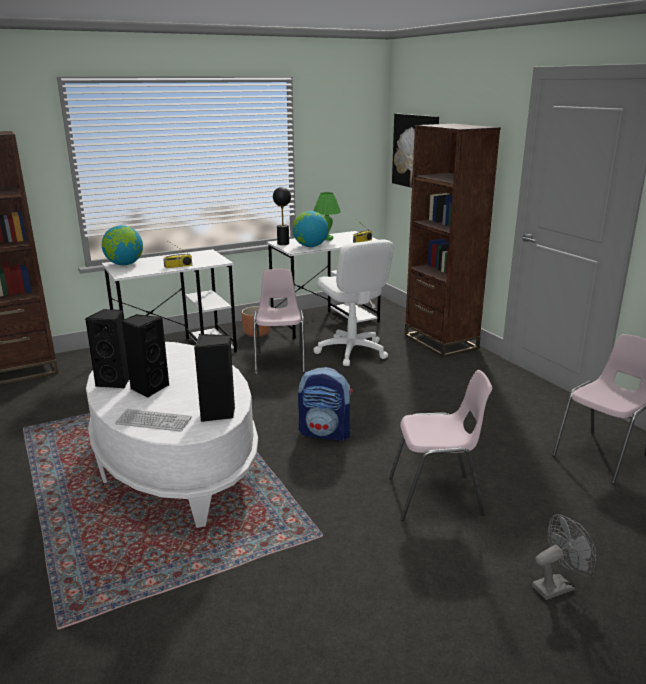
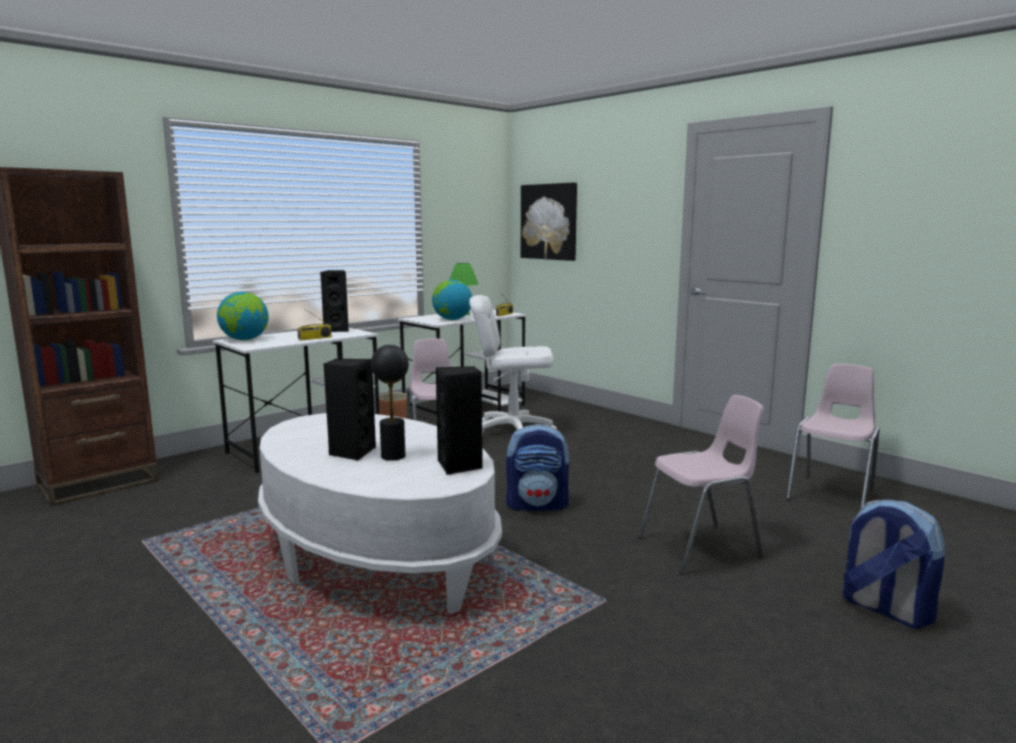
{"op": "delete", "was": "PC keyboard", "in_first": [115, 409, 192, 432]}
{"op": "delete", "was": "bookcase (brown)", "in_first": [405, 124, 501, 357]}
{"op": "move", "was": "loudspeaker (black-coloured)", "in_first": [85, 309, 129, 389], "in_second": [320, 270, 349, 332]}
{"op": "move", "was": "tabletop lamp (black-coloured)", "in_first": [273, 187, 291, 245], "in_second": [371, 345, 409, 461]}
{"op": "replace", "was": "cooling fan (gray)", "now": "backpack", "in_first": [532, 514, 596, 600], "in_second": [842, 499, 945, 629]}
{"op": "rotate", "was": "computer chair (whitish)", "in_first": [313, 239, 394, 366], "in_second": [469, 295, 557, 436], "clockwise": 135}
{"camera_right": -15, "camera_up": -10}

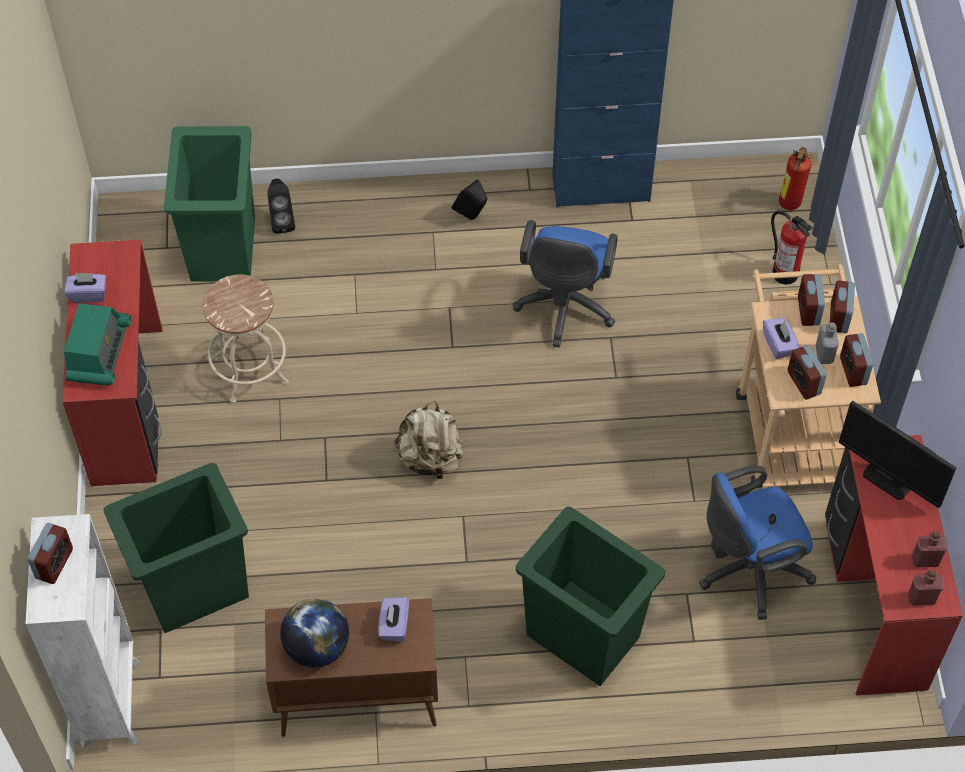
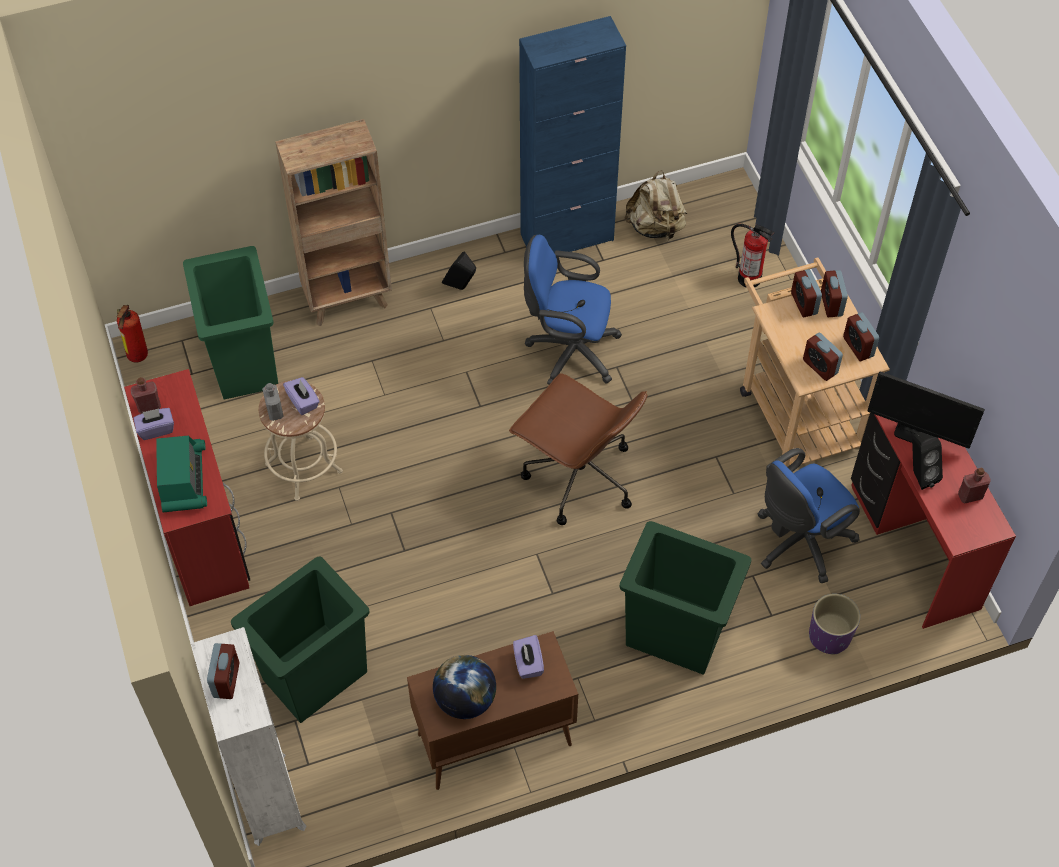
{"op": "insert", "now": "bookcase (brown)", "in_second": [275, 119, 392, 326]}
{"op": "insert", "now": "computer chair (brown)", "in_second": [509, 373, 648, 525]}
{"op": "insert", "now": "planter (purplish)", "in_second": [809, 594, 860, 654]}
{"op": "move", "was": "loudspeaker (black-coloured)", "in_first": [267, 179, 295, 234], "in_second": [912, 432, 943, 490]}
{"op": "move", "was": "backpack (beige)", "in_first": [395, 401, 464, 480], "in_second": [625, 170, 687, 240]}
{"op": "move", "was": "tissue holder (purplish)", "in_first": [763, 318, 800, 359], "in_second": [283, 377, 319, 415]}
{"op": "move", "was": "fire-fighting cylinder", "in_first": [779, 147, 813, 210], "in_second": [117, 305, 148, 362]}
{"op": "move", "was": "beverage bottle (gray)", "in_first": [816, 322, 839, 364], "in_second": [262, 383, 284, 421]}
{"op": "move", "was": "beverage bottle (red-coloured)", "in_first": [908, 569, 944, 606], "in_second": [131, 377, 161, 414]}
{"op": "rotate", "was": "computer chair (blue)", "in_first": [513, 220, 618, 347], "in_second": [524, 235, 622, 385], "clockwise": 105}
{"camera_right": -15, "camera_up": 0}

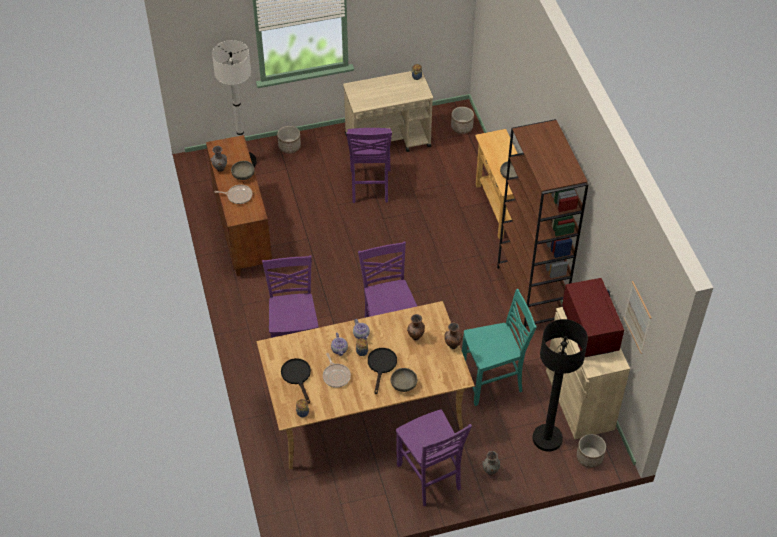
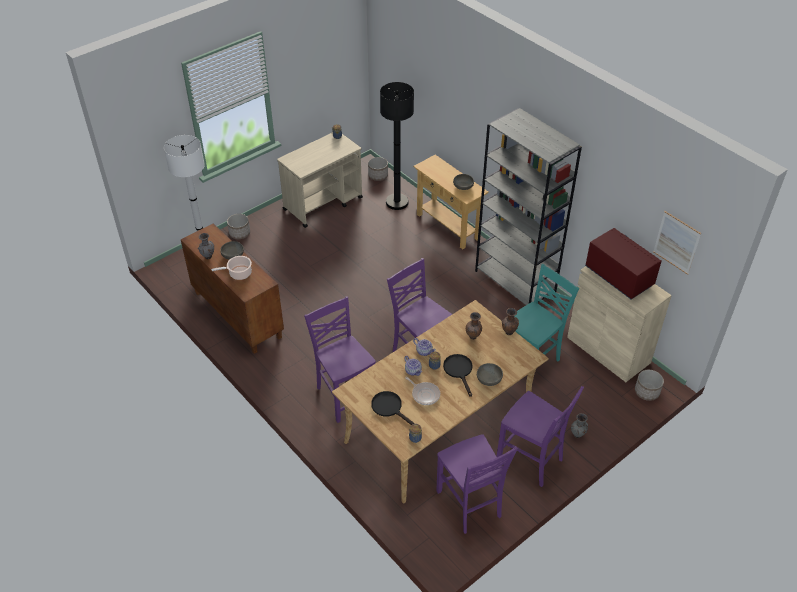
{"op": "move", "was": "chair (purplish)", "in_first": [346, 128, 392, 203], "in_second": [436, 434, 518, 534]}
{"op": "move", "was": "standing lamp (black-coloured)", "in_first": [532, 319, 588, 452], "in_second": [380, 82, 414, 210]}
{"op": "replace", "was": "skillet", "now": "cooking pot", "in_first": [215, 185, 252, 204], "in_second": [211, 256, 252, 280]}
{"op": "recolor", "was": "bookcase (brown)", "now": "bookcase (gray)", "in_first": [497, 119, 589, 328], "in_second": [475, 108, 582, 305]}
{"camera_right": -25, "camera_up": -5}

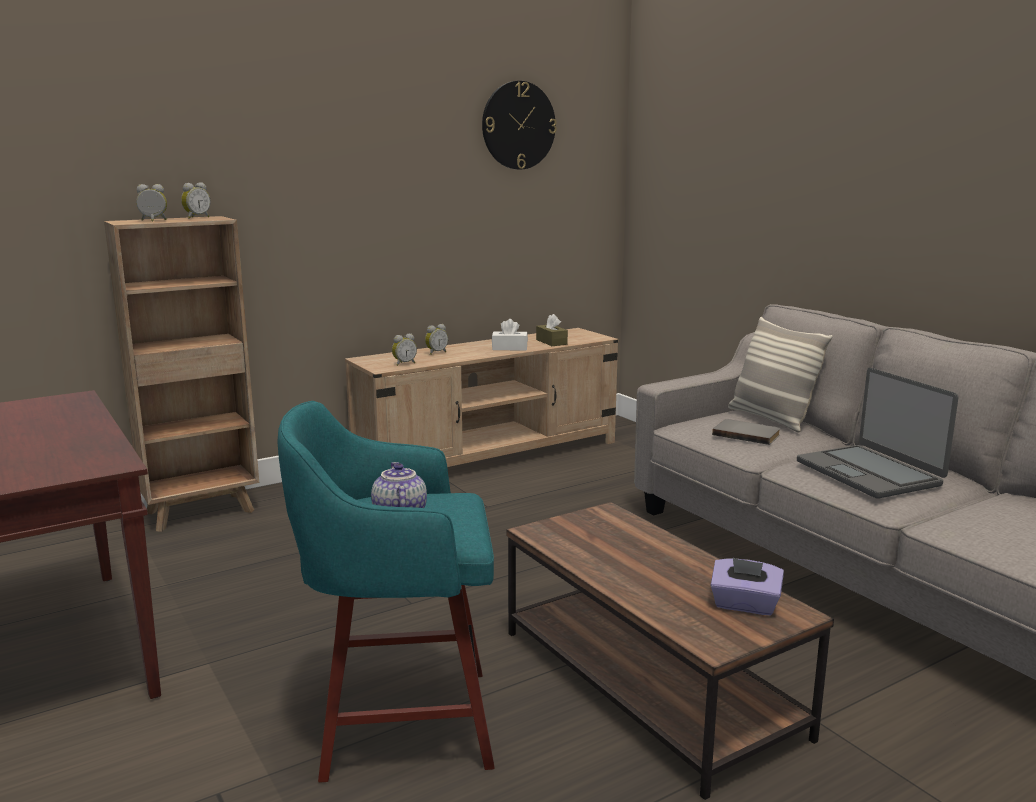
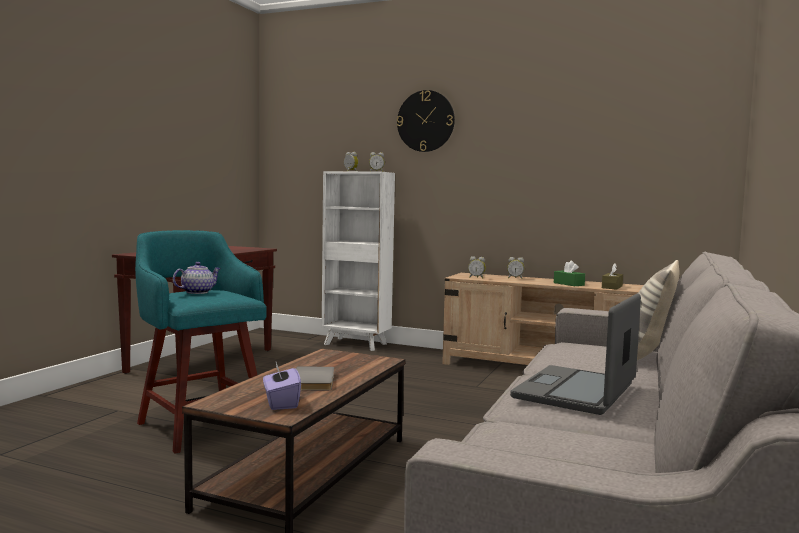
{"op": "move", "was": "hanging clock", "in_first": [482, 81, 557, 170], "in_second": [397, 90, 455, 152]}
{"op": "move", "was": "volume (gray)", "in_first": [712, 419, 780, 445], "in_second": [296, 367, 334, 390]}
{"op": "recolor", "was": "bookcase (brown)", "now": "bookcase (whitish)", "in_first": [104, 216, 259, 532], "in_second": [322, 171, 395, 351]}
{"op": "recolor", "was": "tissue holder (whitish)", "now": "tissue holder (green)", "in_first": [492, 319, 528, 350], "in_second": [554, 261, 585, 286]}
{"camera_right": 55, "camera_up": -10}

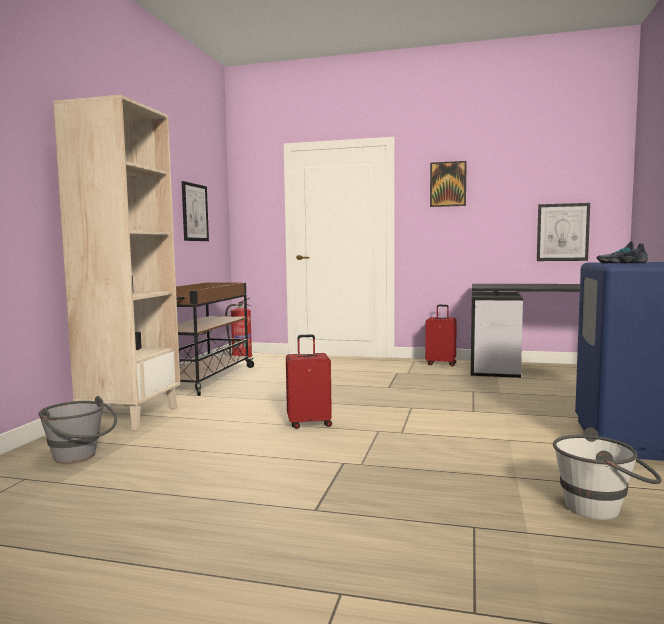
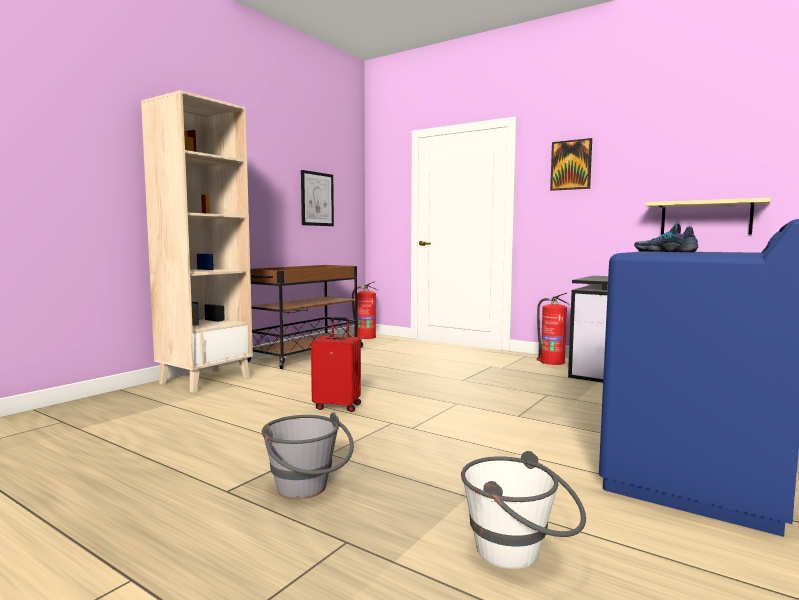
{"op": "move", "was": "bucket (gray)", "in_first": [38, 396, 117, 464], "in_second": [262, 413, 354, 499]}
{"op": "replace", "was": "piece of luggage (red-coloured)", "now": "fire-fighting cylinder", "in_first": [425, 305, 457, 367], "in_second": [537, 293, 570, 365]}
{"op": "replace", "was": "picture", "now": "bracket shelf (beige)", "in_first": [537, 203, 590, 261], "in_second": [645, 198, 771, 235]}
{"camera_right": 20, "camera_up": 0}

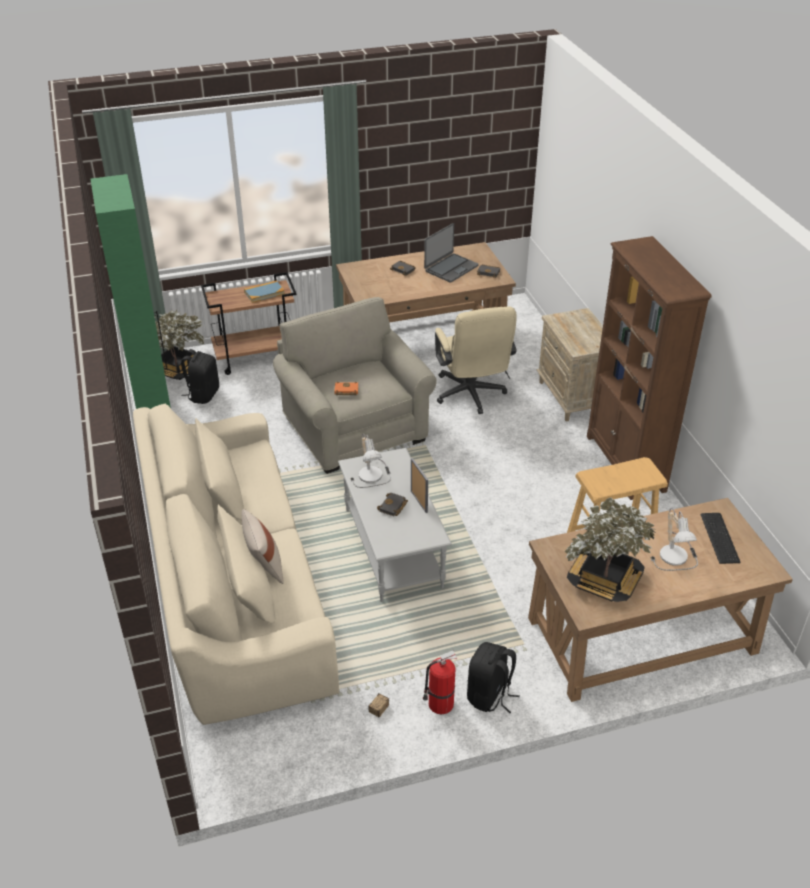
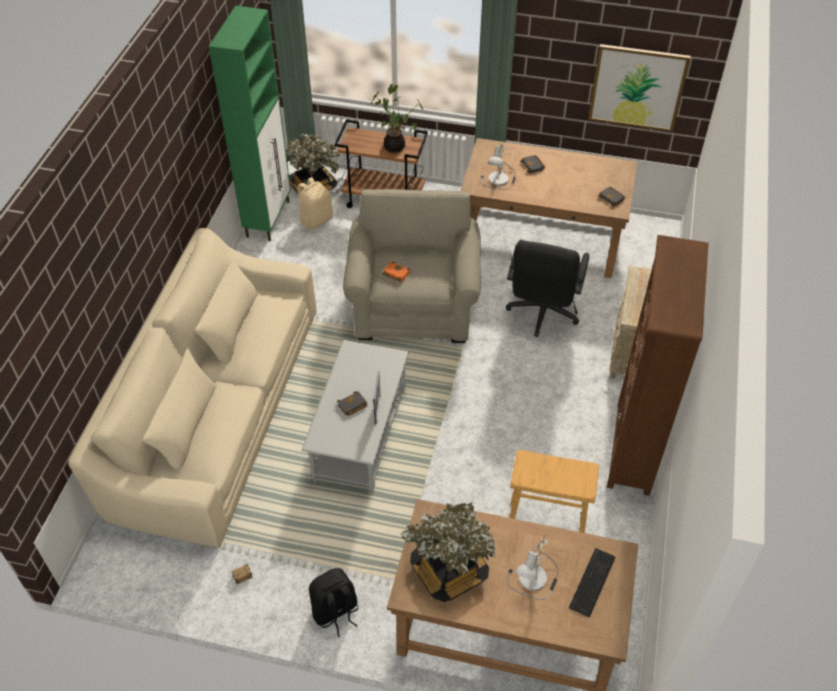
{"op": "delete", "was": "cushion (beige)", "in_first": [242, 509, 284, 584]}
{"op": "delete", "was": "fire-fighting cylinder", "in_first": [423, 651, 457, 715]}
{"op": "delete", "was": "portable computer", "in_first": [424, 223, 479, 283]}
{"op": "insert", "now": "picture", "in_second": [588, 44, 691, 132]}
{"op": "move", "was": "tabletop lamp", "in_first": [350, 434, 391, 488], "in_second": [481, 143, 516, 190]}
{"op": "replace", "was": "volume", "now": "potted plant", "in_first": [244, 280, 285, 303], "in_second": [371, 84, 423, 153]}
{"op": "recolor", "was": "backpack (black-coloured)", "now": "backpack (beige)", "in_first": [181, 349, 219, 404], "in_second": [297, 177, 333, 230]}
{"op": "recolor", "was": "computer chair (beige)", "now": "computer chair (black-coloured)", "in_first": [435, 306, 517, 414], "in_second": [506, 240, 589, 337]}
{"camera_right": 30, "camera_up": 10}

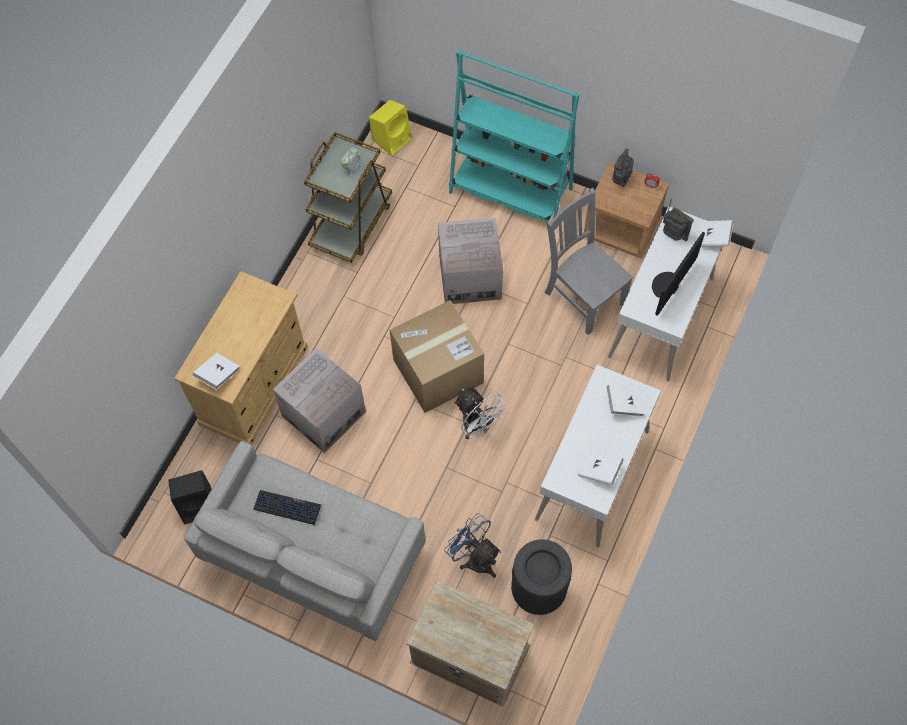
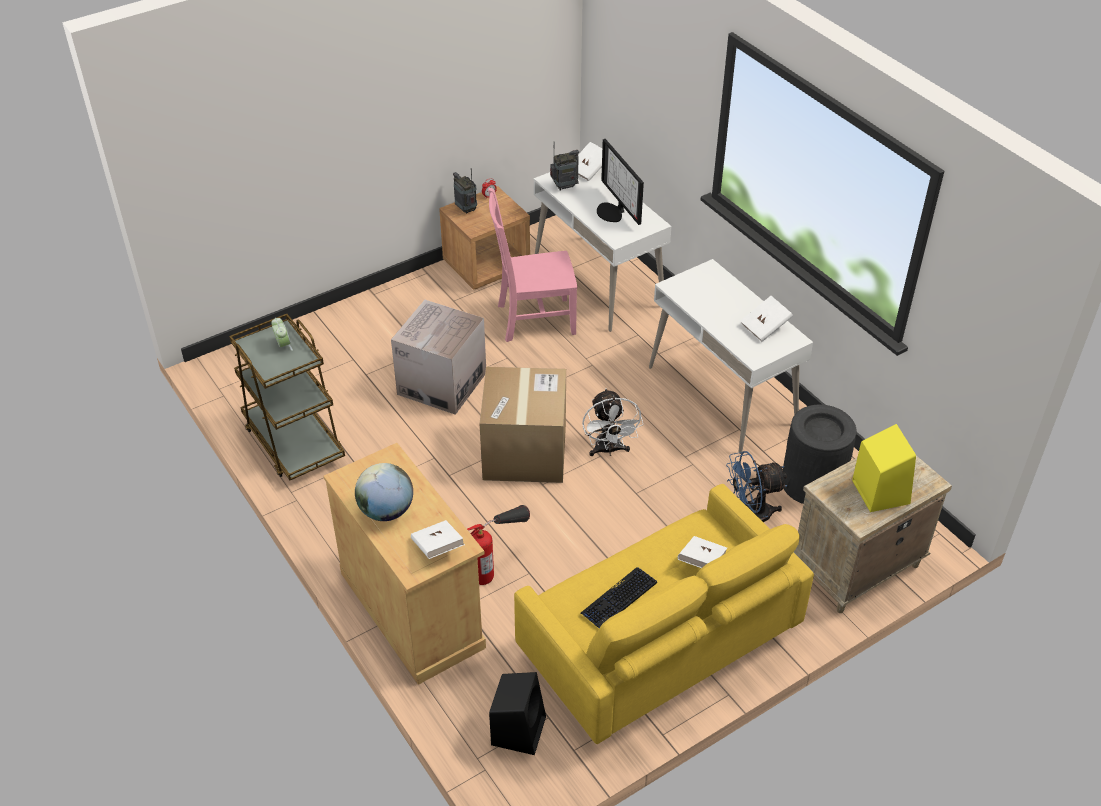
{"op": "delete", "was": "bookcase (turquoise)", "in_first": [449, 50, 580, 222]}
{"op": "insert", "now": "desk globe", "in_second": [355, 463, 413, 521]}
{"op": "move", "was": "loudspeaker (yellowish)", "in_first": [369, 100, 412, 156], "in_second": [852, 424, 916, 512]}
{"op": "move", "was": "volume (whitish)", "in_first": [606, 385, 646, 417], "in_second": [678, 536, 727, 568]}
{"op": "replace", "was": "carton", "now": "fire-fighting cylinder", "in_first": [273, 348, 366, 453], "in_second": [467, 505, 530, 585]}
{"op": "recolor", "was": "sofa (gray)", "now": "sofa (yellowish)", "in_first": [184, 441, 425, 641], "in_second": [514, 484, 814, 744]}
{"op": "recolor", "was": "chair (gray)", "now": "chair (pinkish)", "in_first": [545, 188, 633, 335], "in_second": [488, 188, 577, 342]}
{"op": "rotate", "was": "cooling fan (whitish)", "in_first": [454, 387, 508, 439], "in_second": [582, 388, 643, 456], "clockwise": 90}
{"camera_right": -60, "camera_up": -20}

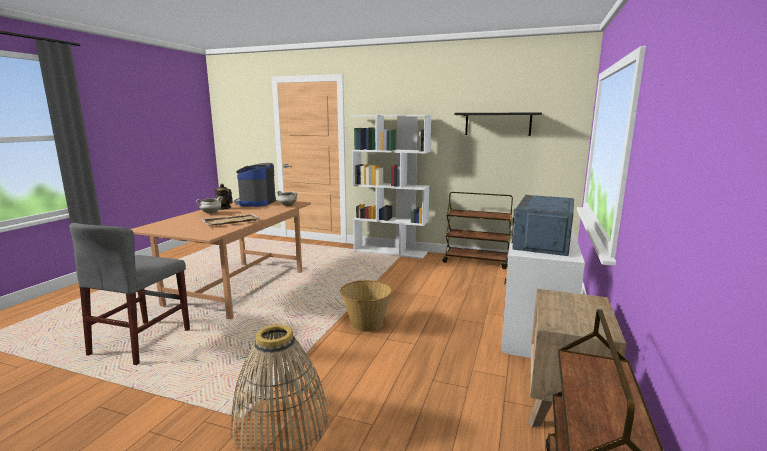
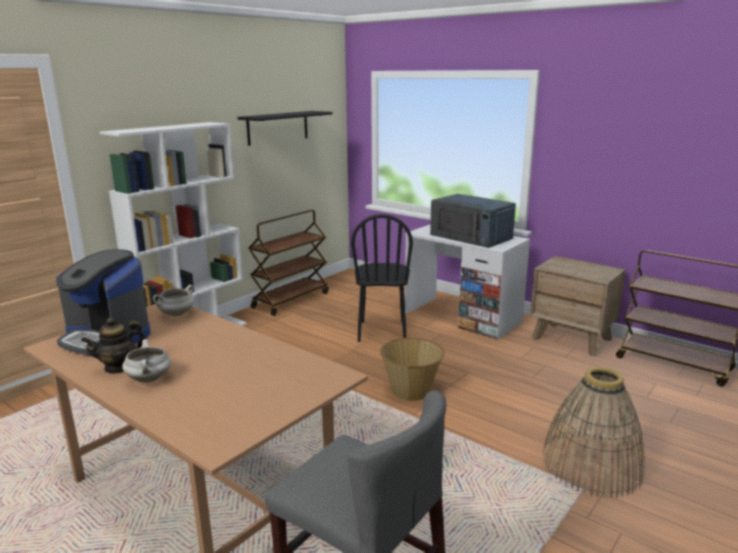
{"op": "delete", "was": "carrying tray (beige)", "in_first": [201, 214, 260, 225]}
{"op": "insert", "now": "chair (black-coloured)", "in_second": [351, 214, 413, 342]}
{"camera_right": -70, "camera_up": 5}

